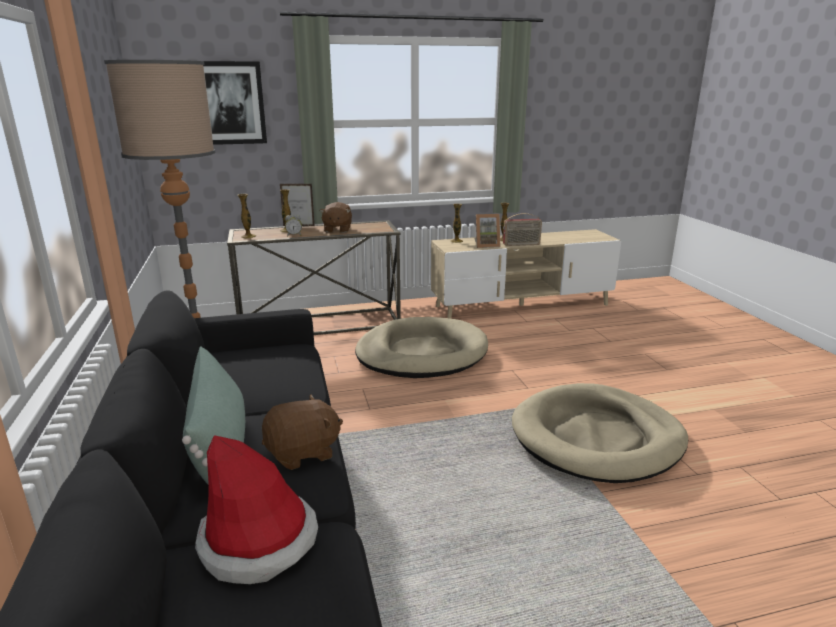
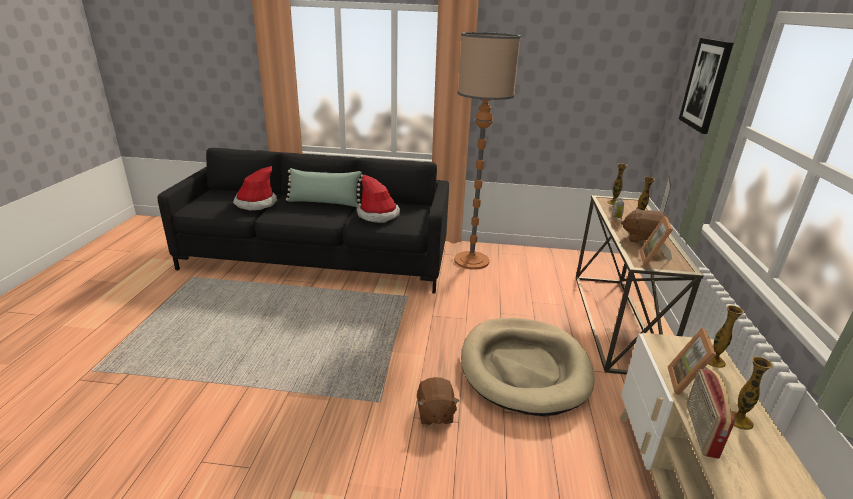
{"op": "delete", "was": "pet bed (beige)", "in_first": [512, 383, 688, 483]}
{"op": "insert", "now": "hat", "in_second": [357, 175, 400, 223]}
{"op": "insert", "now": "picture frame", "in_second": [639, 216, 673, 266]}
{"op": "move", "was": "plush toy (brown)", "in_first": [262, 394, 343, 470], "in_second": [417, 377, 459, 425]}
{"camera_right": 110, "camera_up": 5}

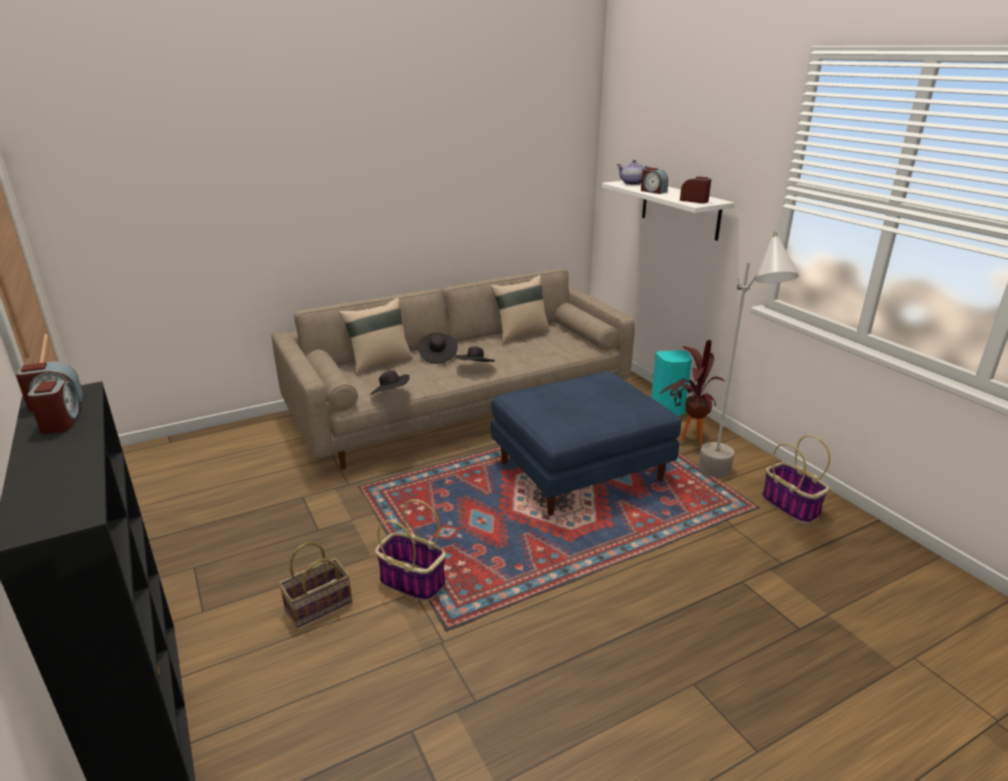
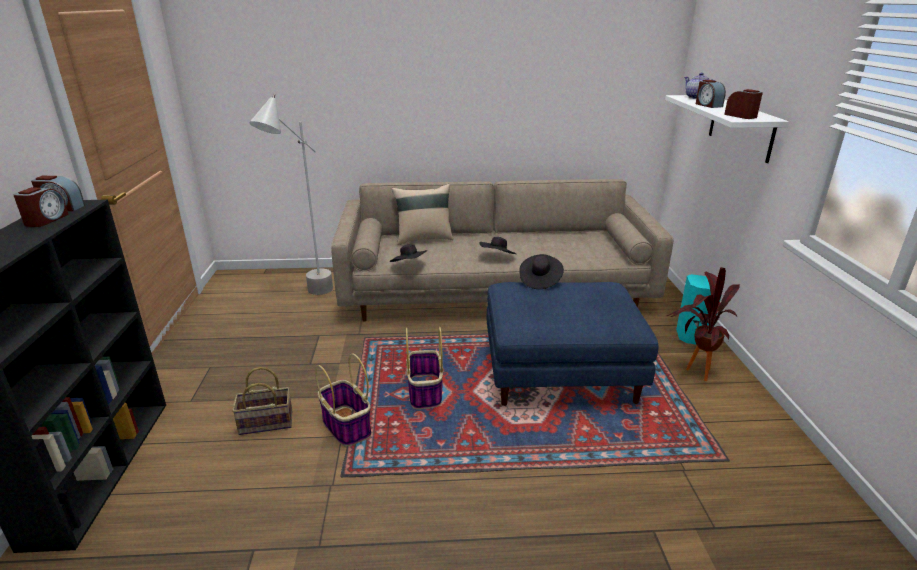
{"op": "delete", "was": "cushion (beige)", "in_first": [490, 275, 550, 344]}
{"op": "move", "was": "hat (black-coloured)", "in_first": [418, 333, 458, 364], "in_second": [519, 254, 564, 289]}
{"op": "move", "was": "standing lamp (gray)", "in_first": [698, 232, 799, 478], "in_second": [249, 94, 333, 295]}
{"op": "move", "was": "storage basket", "in_first": [762, 435, 830, 524], "in_second": [406, 327, 443, 409]}
{"camera_right": 25, "camera_up": 0}

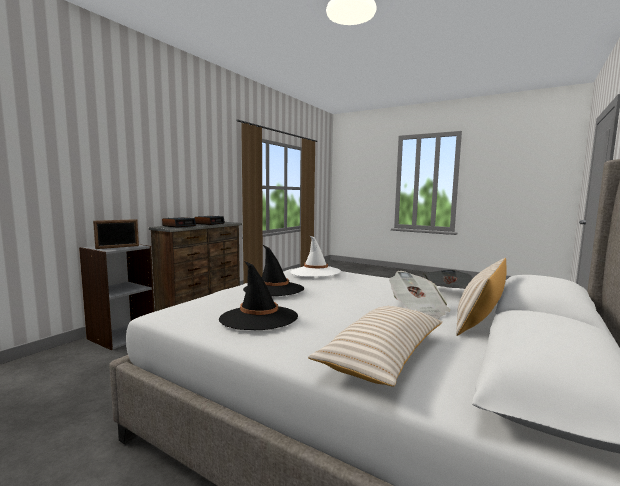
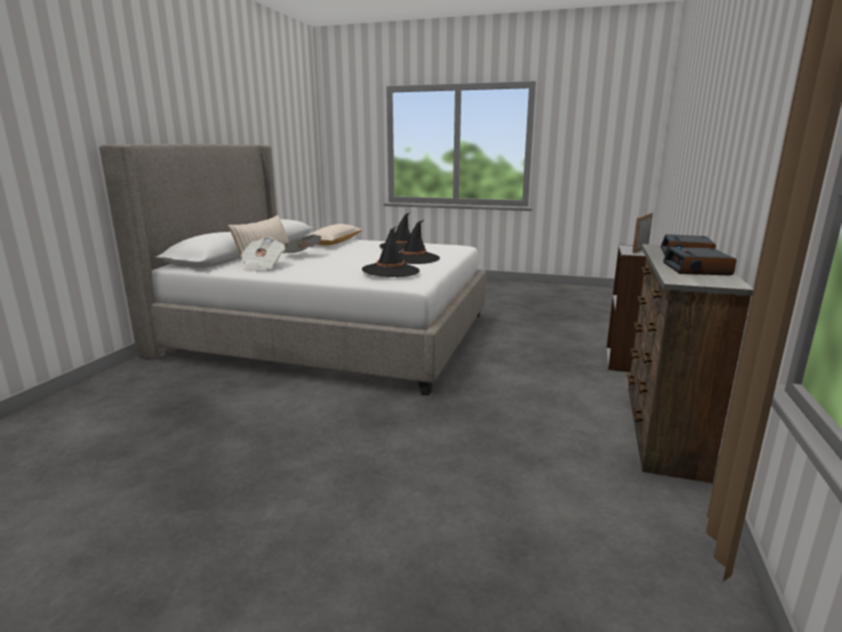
{"op": "recolor", "was": "hat (whitish)", "now": "hat (black-coloured)", "in_first": [291, 236, 341, 277], "in_second": [362, 227, 419, 277]}
{"camera_right": 165, "camera_up": 10}

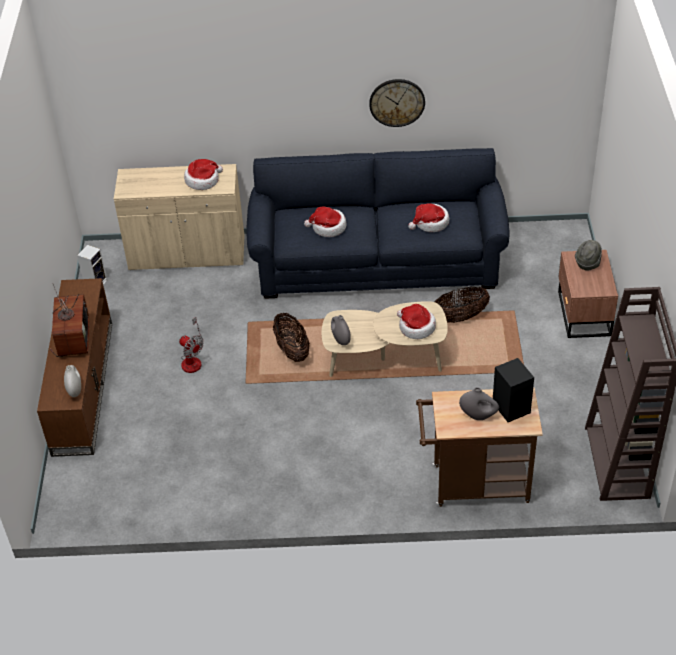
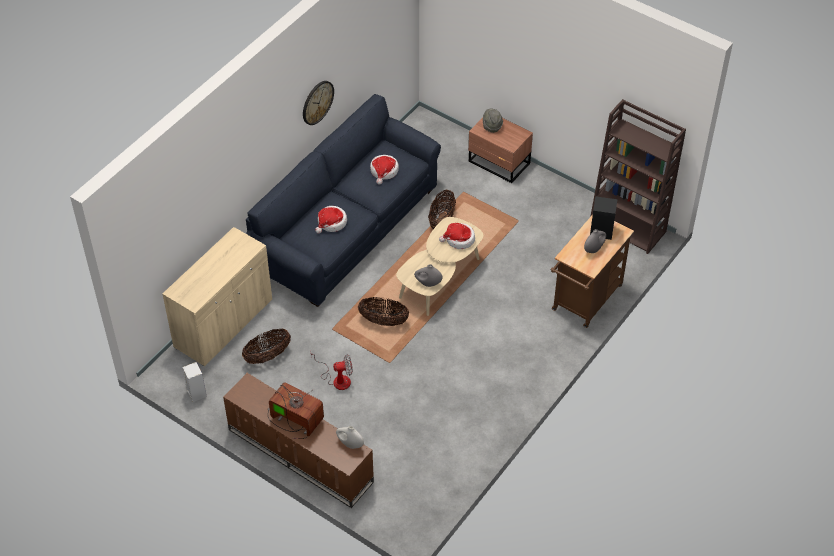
{"op": "delete", "was": "hat", "in_first": [184, 159, 223, 190]}
{"op": "insert", "now": "storage basket", "in_second": [242, 329, 291, 364]}
{"camera_right": -55, "camera_up": 5}

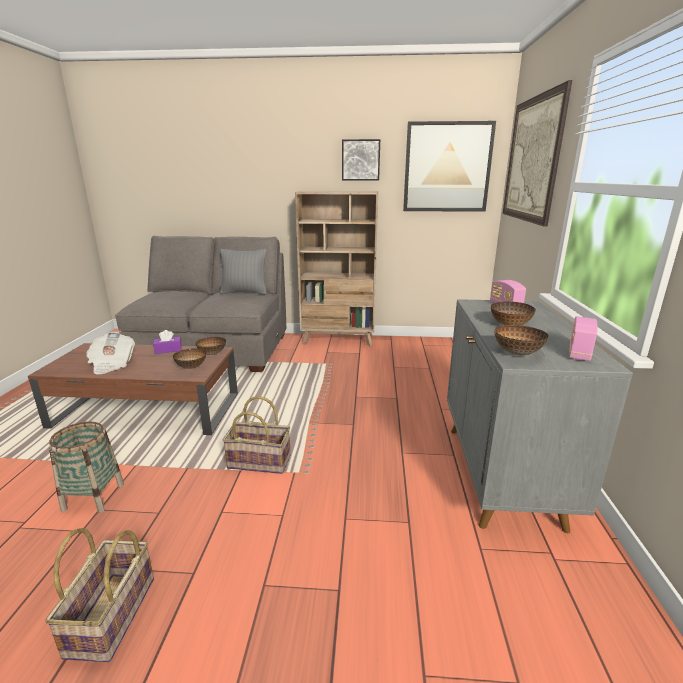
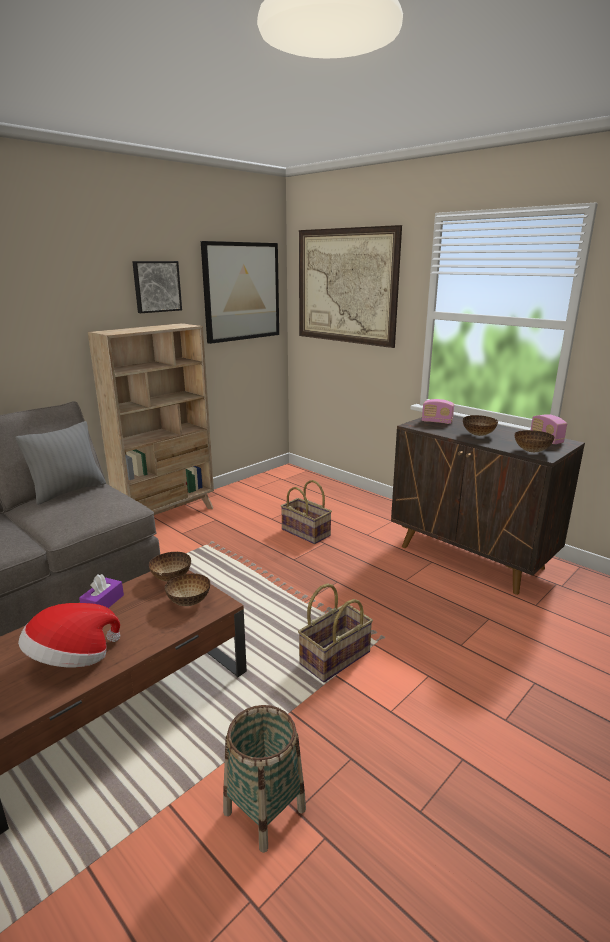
{"op": "move", "was": "storage basket", "in_first": [45, 528, 154, 662], "in_second": [281, 480, 332, 544]}
{"op": "replace", "was": "daily paper", "now": "hat", "in_first": [86, 332, 135, 375], "in_second": [18, 603, 120, 667]}
{"op": "recolor", "was": "cupboard (gray)", "now": "cupboard (brown)", "in_first": [447, 299, 633, 533], "in_second": [391, 415, 585, 595]}
{"camera_right": -50, "camera_up": 0}

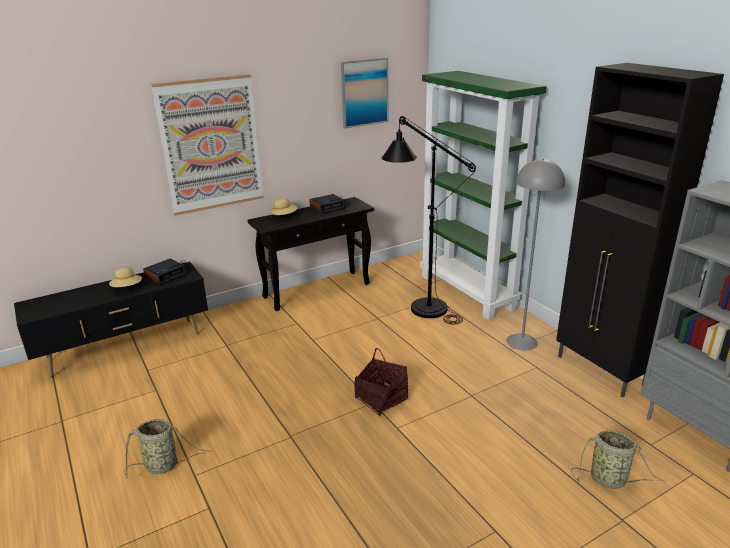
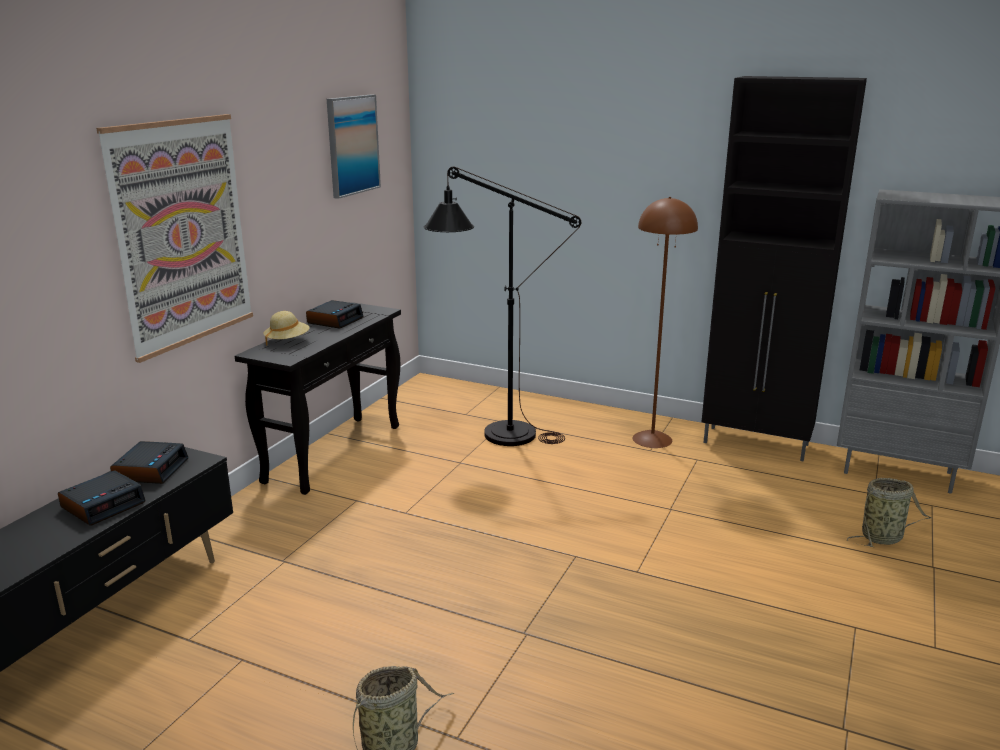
{"op": "delete", "was": "storage basket", "in_first": [354, 348, 408, 416]}
{"op": "delete", "was": "bookcase (green)", "in_first": [420, 71, 547, 320]}
{"op": "replace", "was": "hat (beige)", "now": "table clock", "in_first": [109, 267, 142, 287], "in_second": [58, 470, 146, 526]}
{"op": "recolor", "was": "standing lamp (gray)", "now": "standing lamp (brown)", "in_first": [507, 159, 565, 350], "in_second": [633, 197, 698, 448]}
{"camera_right": -35, "camera_up": -5}

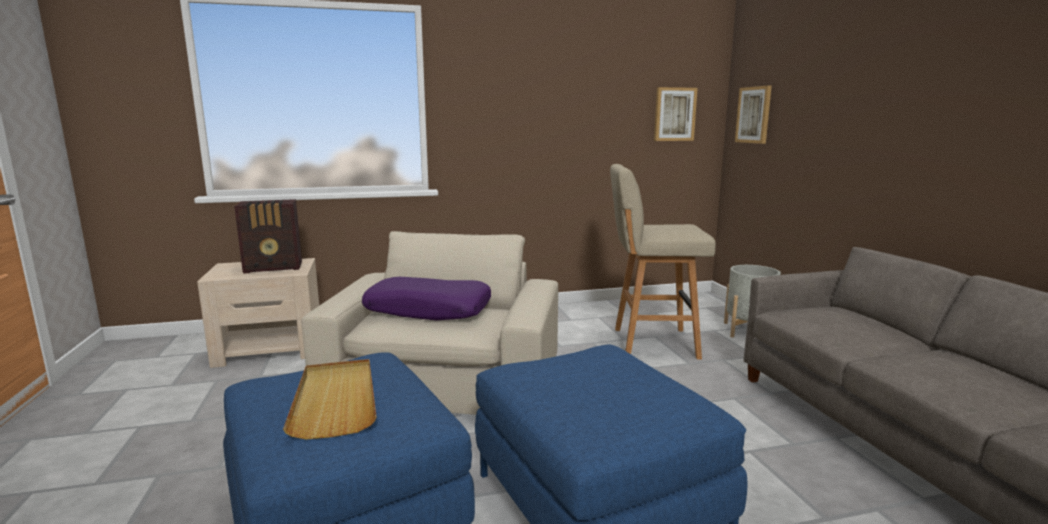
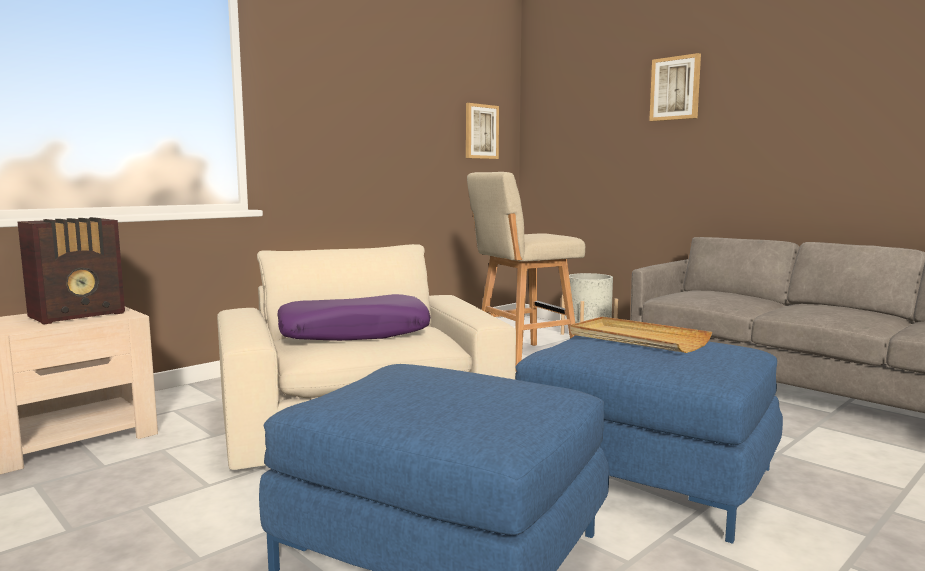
{"op": "move", "was": "carrying tray (beige)", "in_first": [283, 359, 376, 440], "in_second": [570, 316, 712, 353]}
{"op": "move", "was": "picture", "in_first": [735, 86, 772, 144], "in_second": [649, 53, 701, 121]}
{"camera_right": -30, "camera_up": -5}

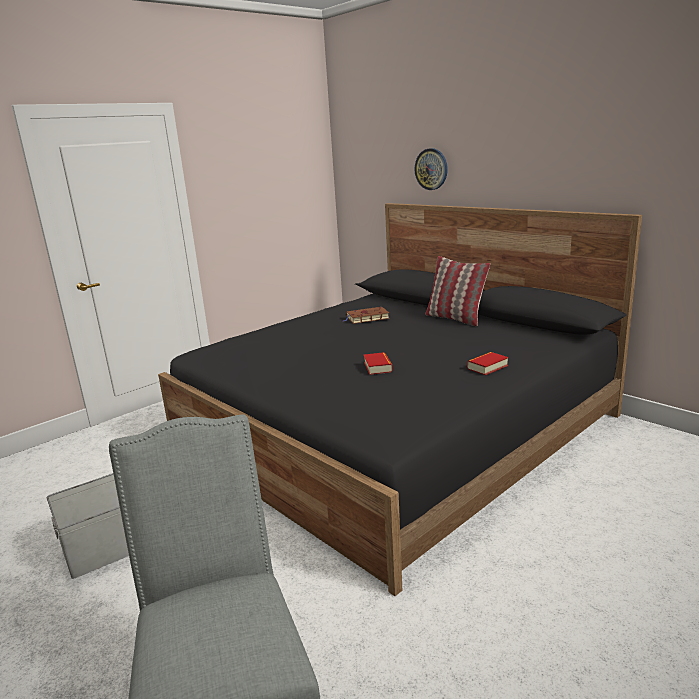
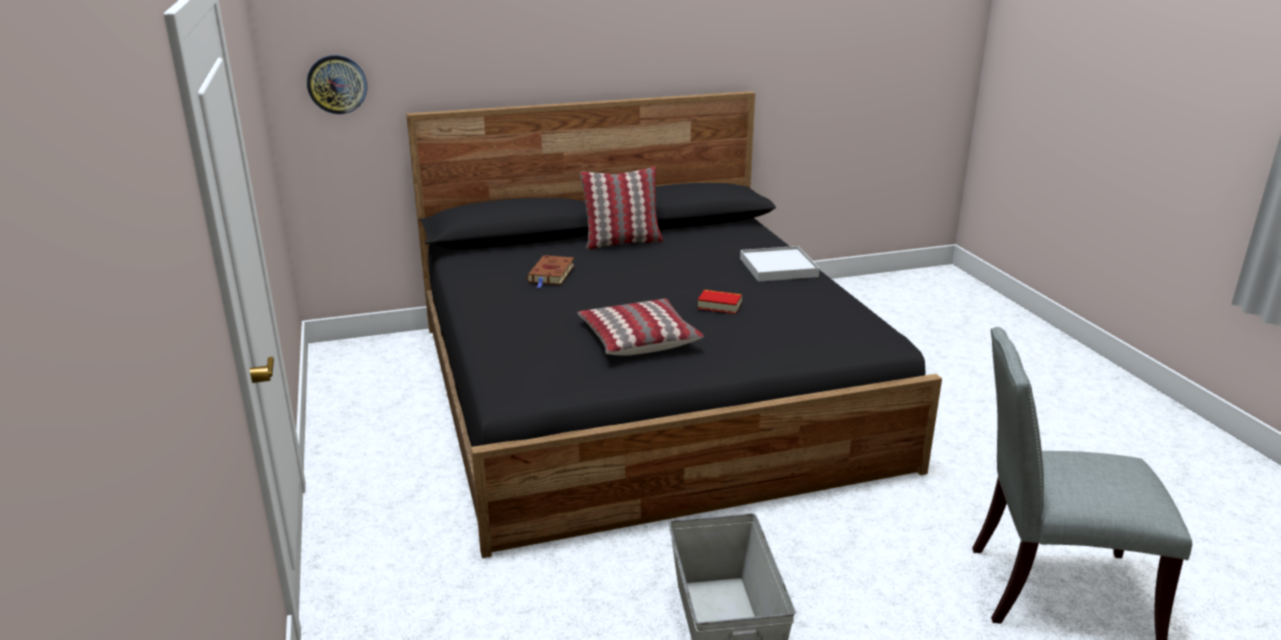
{"op": "insert", "now": "cushion", "in_second": [578, 299, 704, 356]}
{"op": "move", "was": "hanging clock", "in_first": [415, 148, 448, 190], "in_second": [307, 55, 367, 114]}
{"op": "replace", "was": "volume", "now": "carrying tray (whitish)", "in_first": [467, 352, 508, 375], "in_second": [740, 246, 820, 282]}
{"camera_right": -65, "camera_up": 5}

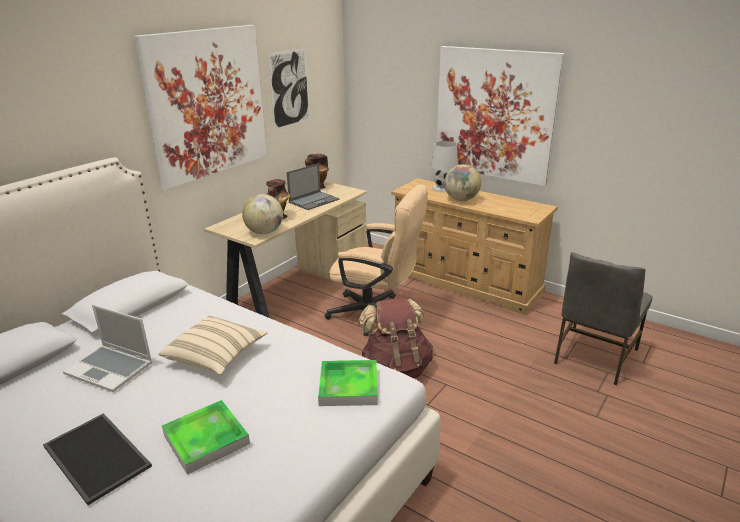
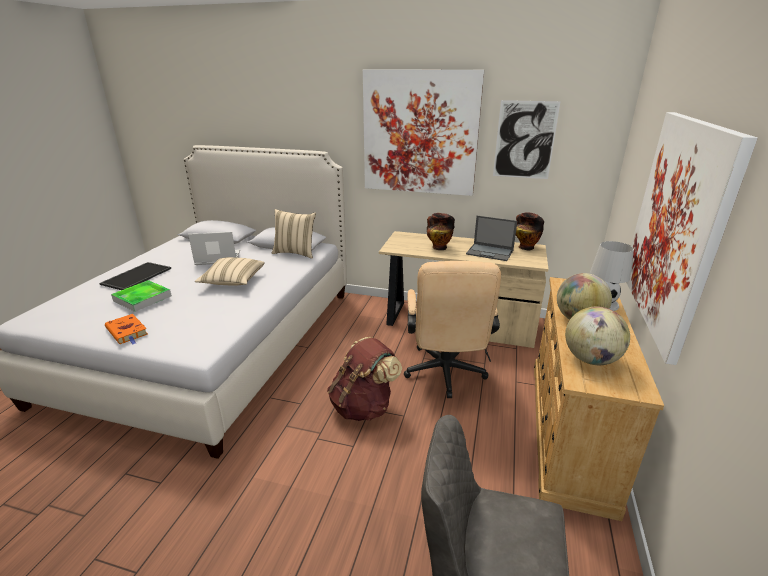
{"op": "delete", "was": "carrying tray", "in_first": [318, 360, 378, 406]}
{"op": "insert", "now": "volume (orange-coloured)", "in_second": [105, 314, 148, 345]}
{"op": "insert", "now": "cushion (beige)", "in_second": [272, 209, 316, 259]}
{"op": "move", "was": "desk globe", "in_first": [242, 194, 283, 234], "in_second": [565, 307, 630, 365]}
{"op": "rotate", "was": "portable computer", "in_first": [63, 305, 152, 392], "in_second": [188, 232, 240, 265], "clockwise": 75}
{"camera_right": 70, "camera_up": 0}

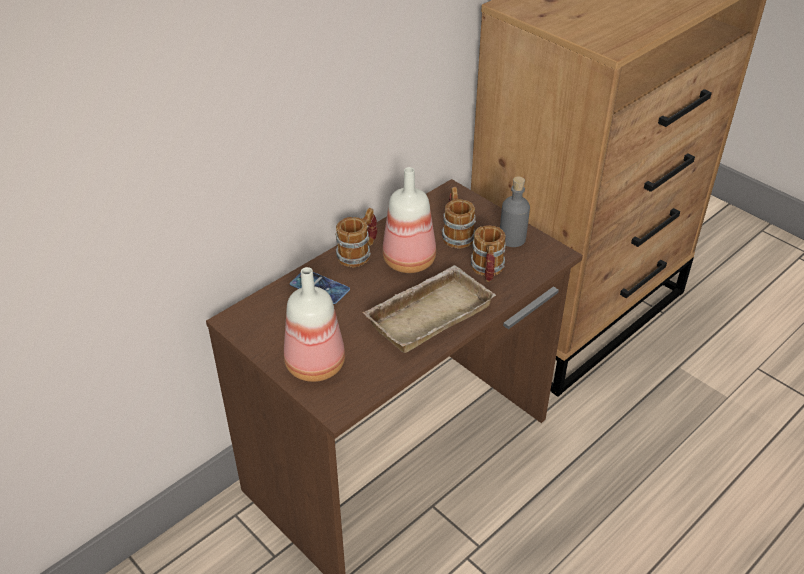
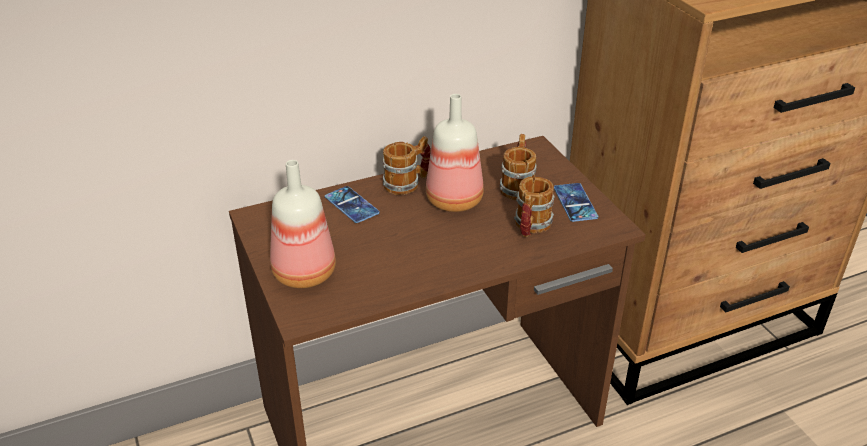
{"op": "delete", "was": "carrying tray (beige)", "in_first": [362, 265, 496, 353]}
{"op": "replace", "was": "beverage bottle (gray)", "now": "handset", "in_first": [500, 177, 530, 247], "in_second": [554, 183, 598, 222]}
{"camera_right": 20, "camera_up": -5}

